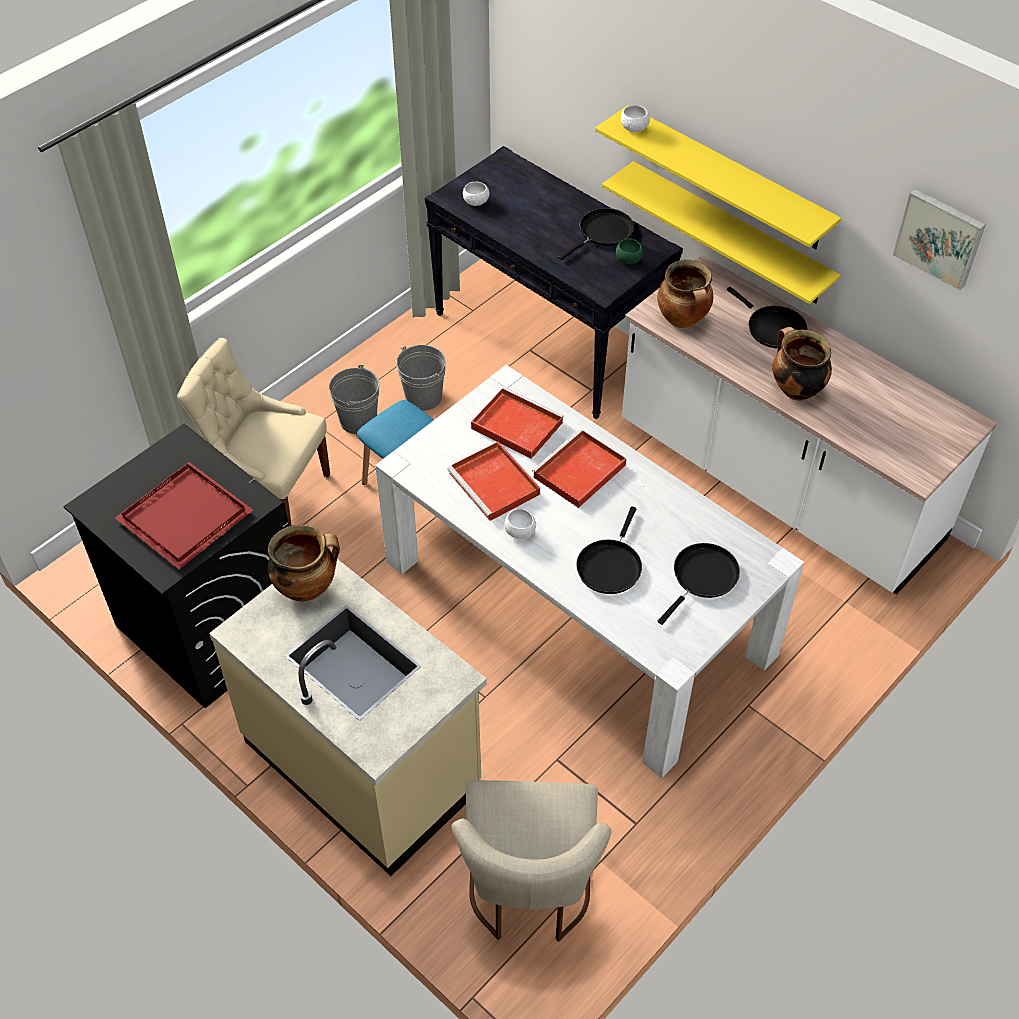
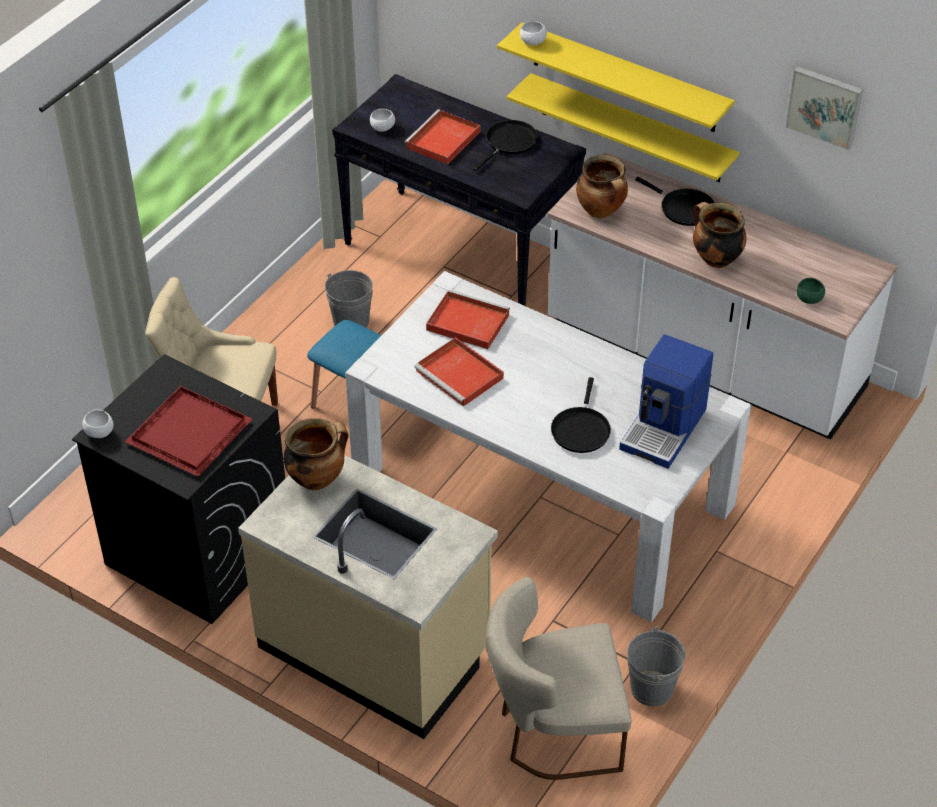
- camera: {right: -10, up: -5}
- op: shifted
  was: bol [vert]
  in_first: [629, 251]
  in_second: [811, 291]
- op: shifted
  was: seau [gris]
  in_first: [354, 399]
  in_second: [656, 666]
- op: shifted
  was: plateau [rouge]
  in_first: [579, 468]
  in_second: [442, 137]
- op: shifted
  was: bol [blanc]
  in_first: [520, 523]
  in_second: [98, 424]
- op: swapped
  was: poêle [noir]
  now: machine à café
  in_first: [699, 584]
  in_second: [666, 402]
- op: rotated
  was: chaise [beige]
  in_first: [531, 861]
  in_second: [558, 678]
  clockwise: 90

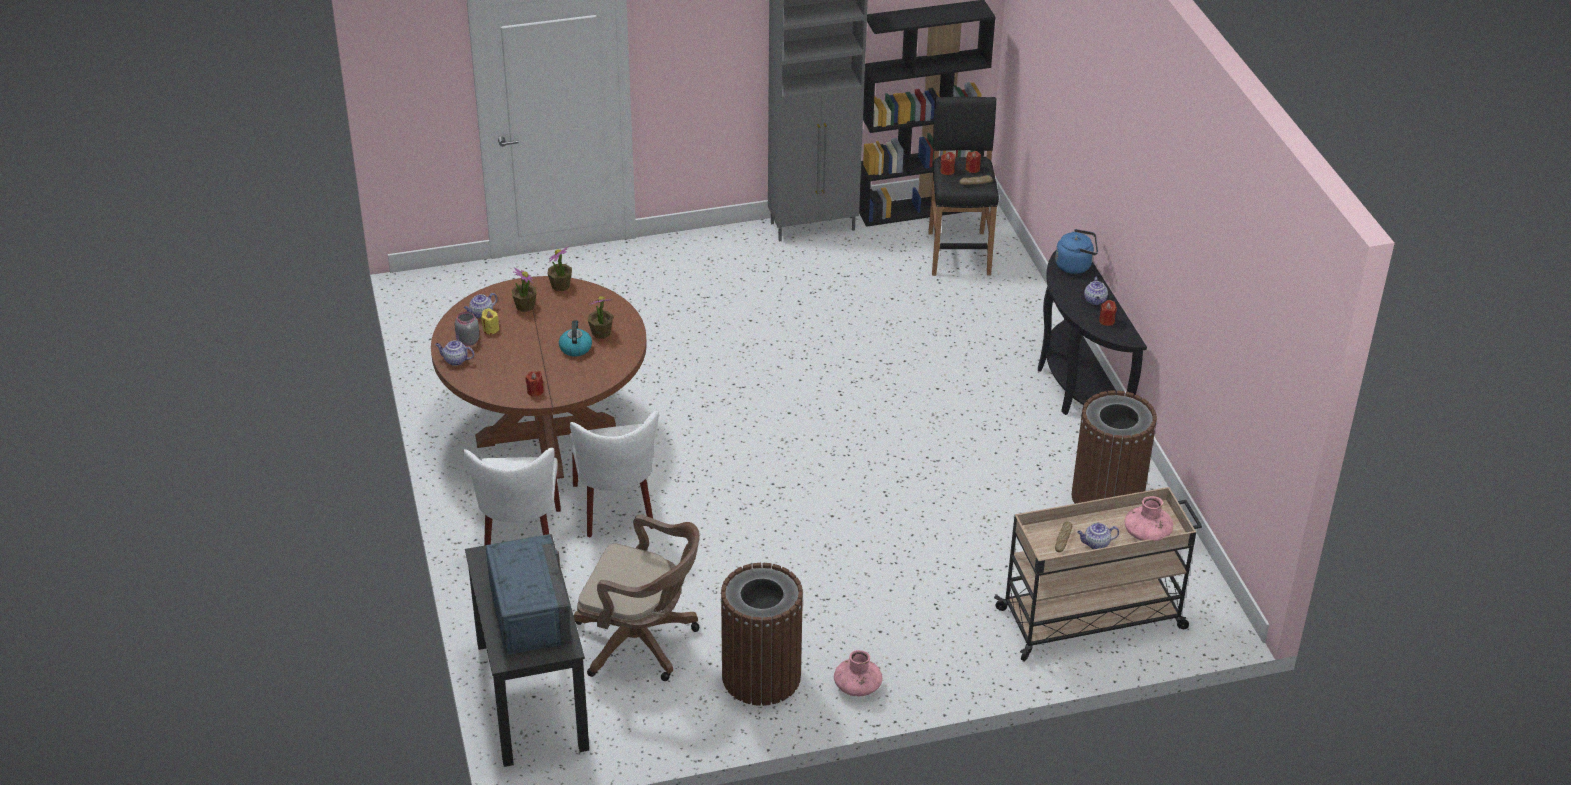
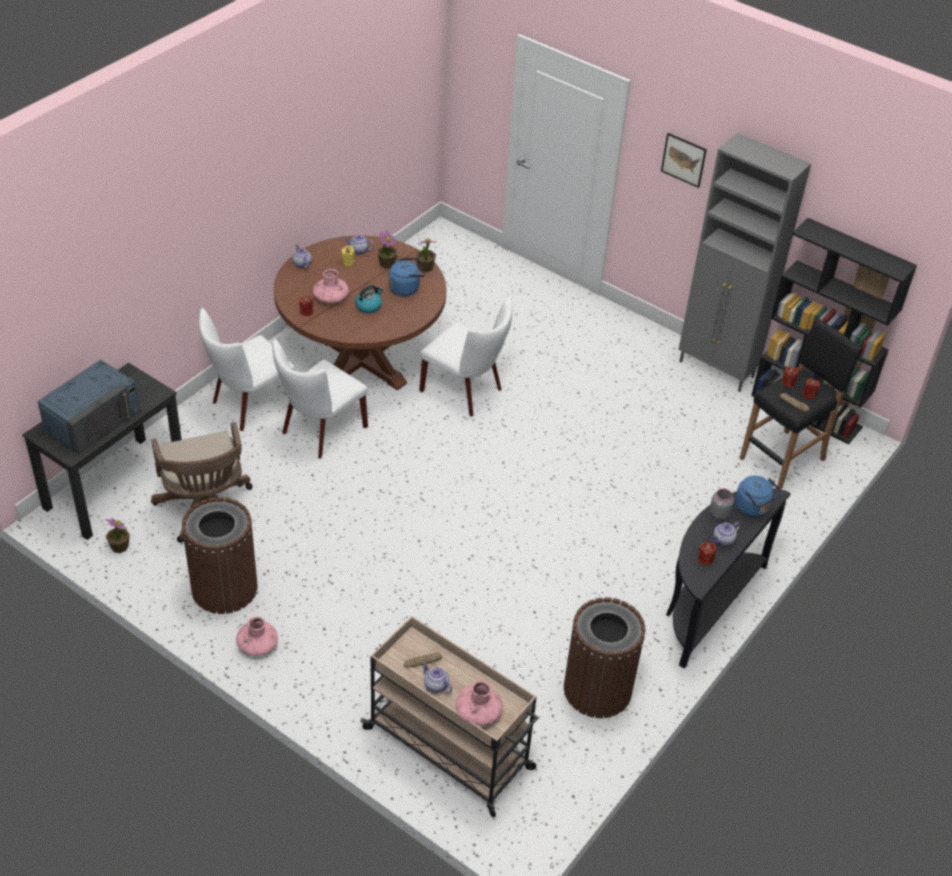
- camera: {right: 50, up: 5}
- op: shifted
  was: plante en pot
  in_first: [600, 317]
  in_second: [117, 535]
- op: shifted
  was: bocal [gris]
  in_first: [467, 328]
  in_second: [722, 504]
- op: new
  now: tableau
  in_second: [684, 160]
- op: new
  now: bouilloire [bleu]
  in_second: [406, 277]
- op: new
  now: vase [rose]
  in_second: [331, 286]
- op: new
  now: chaise [blanc]
  in_second: [465, 356]

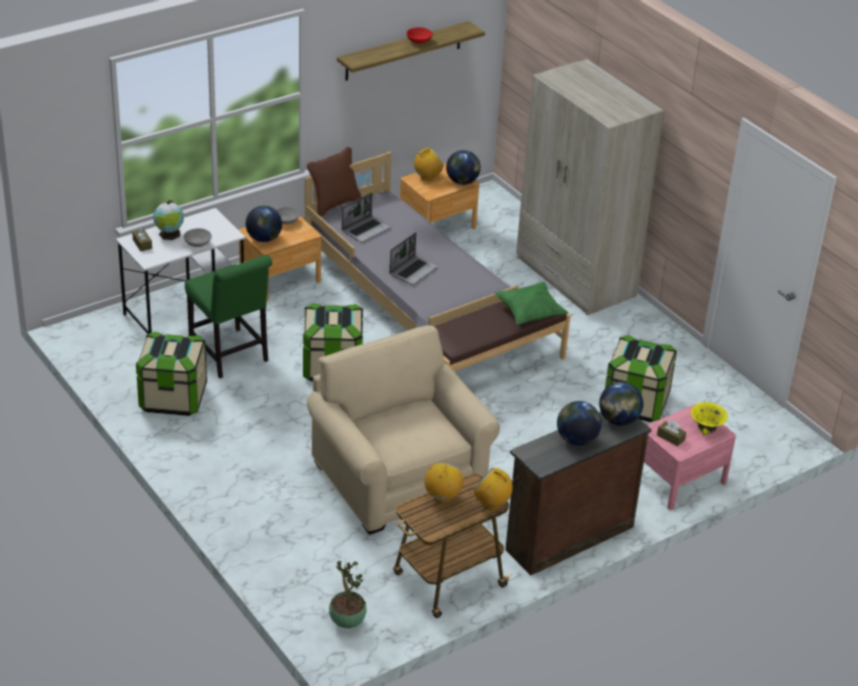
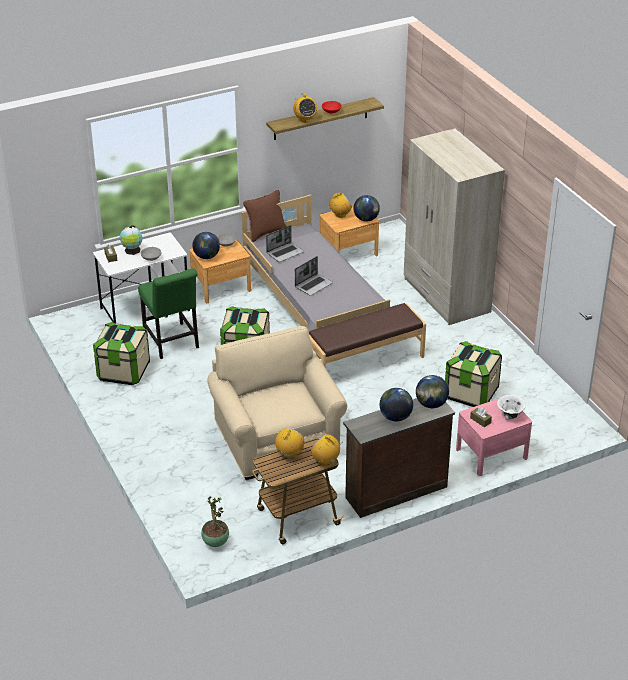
- camera: {right: 10, up: 0}
- op: gone
  was: coussin [vert]
  in_first: [531, 303]
- op: repainted
  was: bol [jaune]
  now: bol [blanc]
  in_first: [709, 418]
  in_second: [511, 407]
- op: new
  now: radio
  in_second: [305, 107]

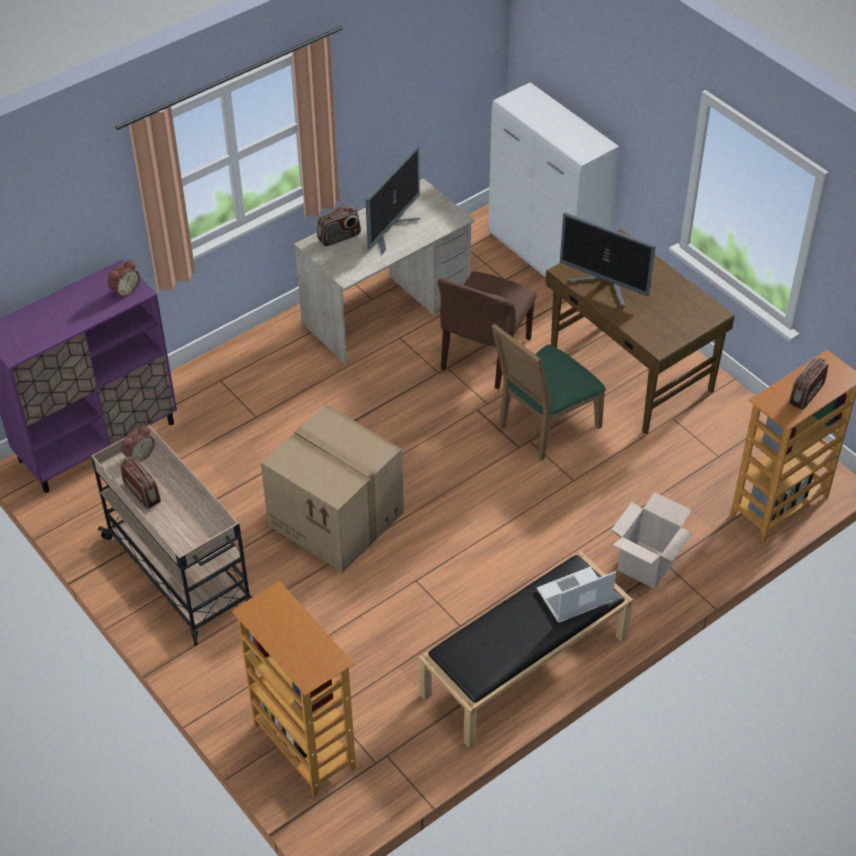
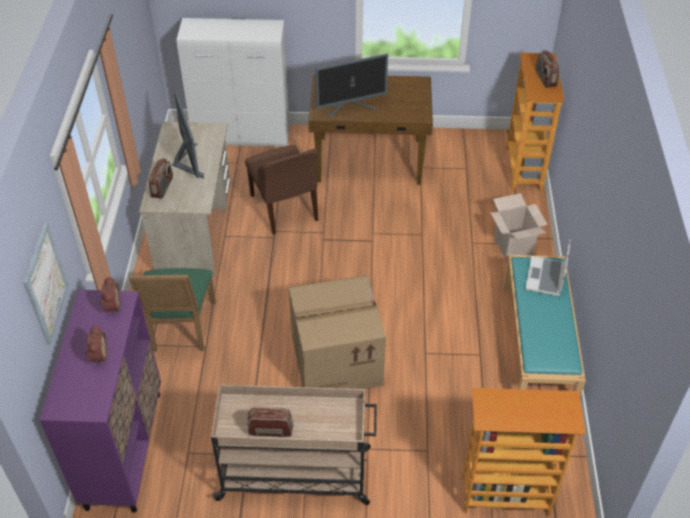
- camera: {right: -50, up: 0}
- op: shifted
  was: chaise [vert]
  in_first: [548, 392]
  in_second: [172, 310]
- op: shifted
  was: réveil
  in_first: [138, 443]
  in_second: [96, 345]
- op: repainted
  was: banc [noir]
  now: banc [turquoise]
  in_first: [526, 649]
  in_second: [544, 326]
- op: new
  now: tableau
  in_second: [46, 283]

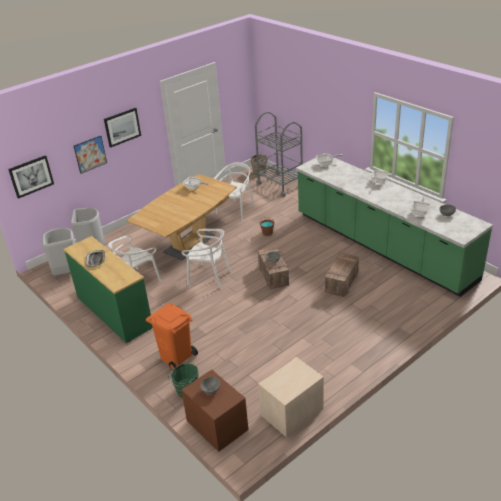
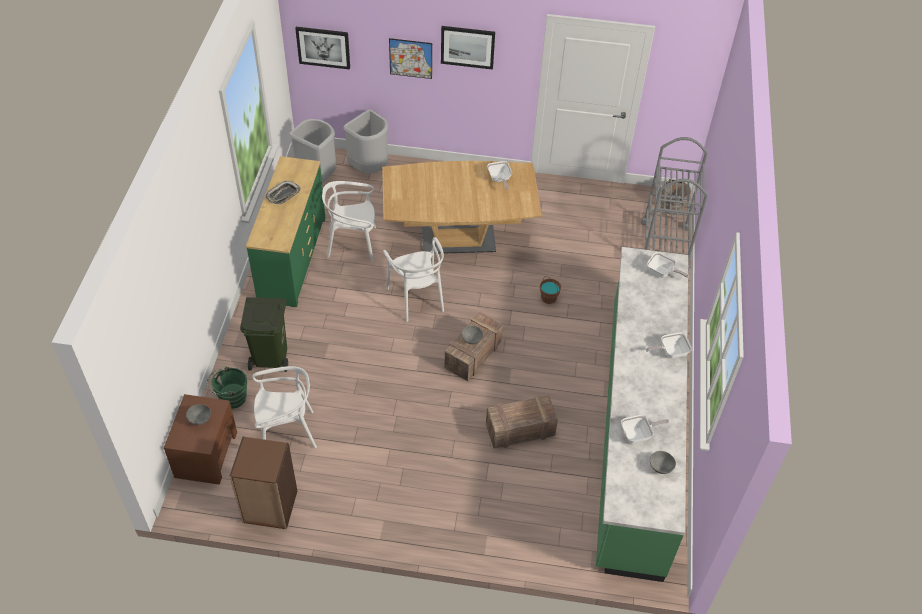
- camera: {right: 45, up: 15}
- op: shifted
  was: chaise [blanc]
  in_first: [234, 191]
  in_second: [284, 407]
- op: repainted
  was: poubelle [orange]
  now: poubelle [vert]
  in_first: [172, 336]
  in_second: [264, 334]
- op: swapped
  was: table de chevet [beige]
  now: bibliothèque [marron]
  in_first: [291, 397]
  in_second: [263, 483]

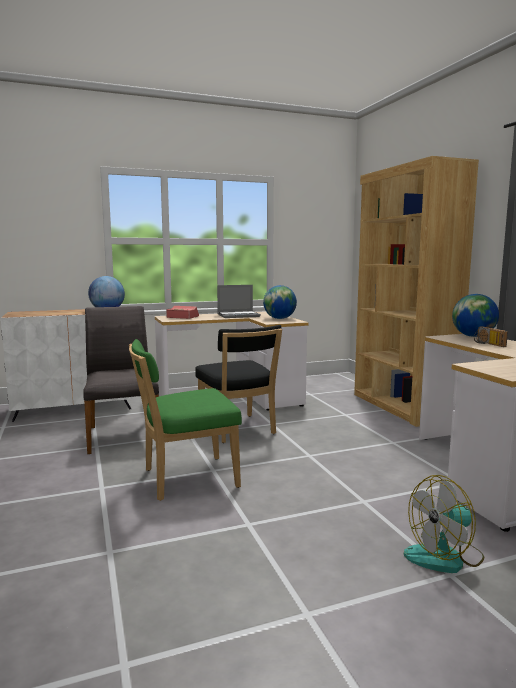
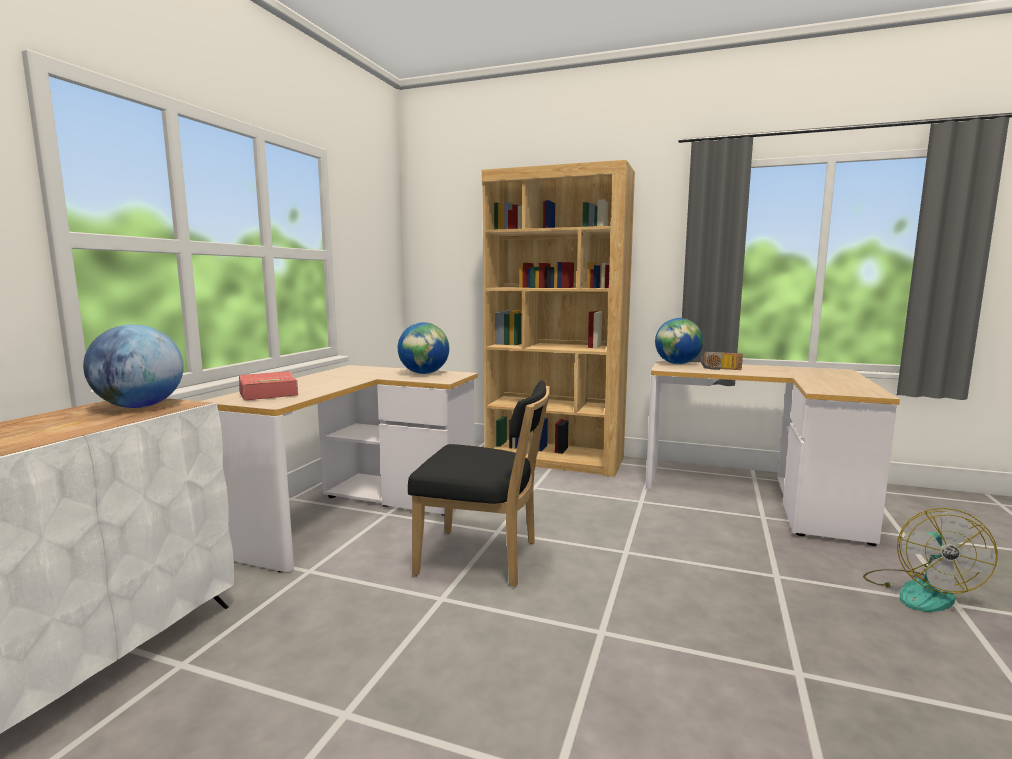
- camera: {right: -50, up: 0}
- op: gone
  was: ordinateur portable
  in_first: [239, 301]
- op: gone
  was: chaise [gris]
  in_first: [121, 380]
- op: gone
  was: chaise [vert]
  in_first: [185, 420]

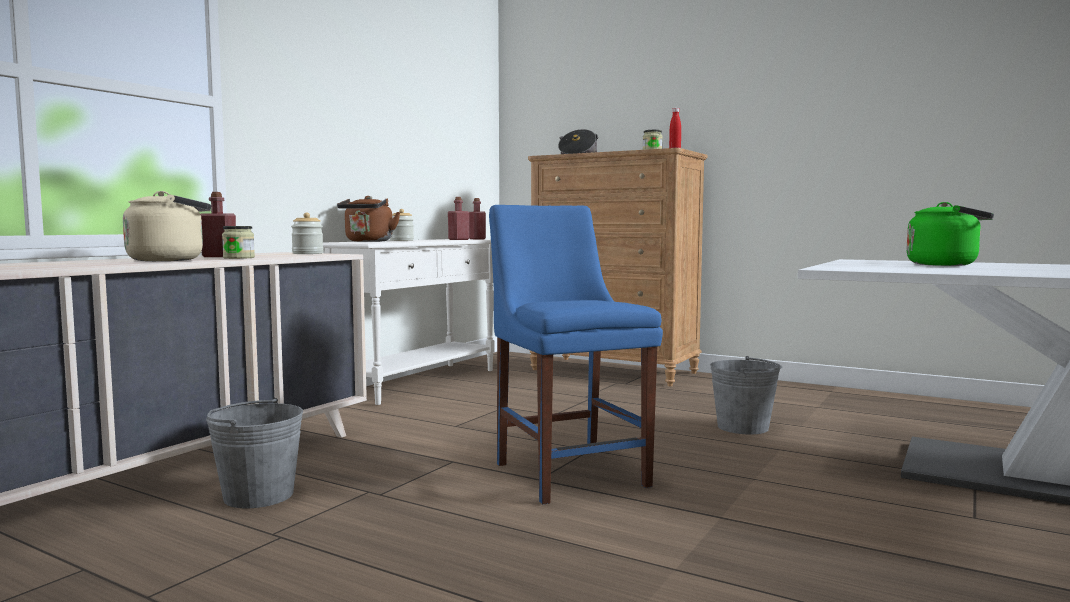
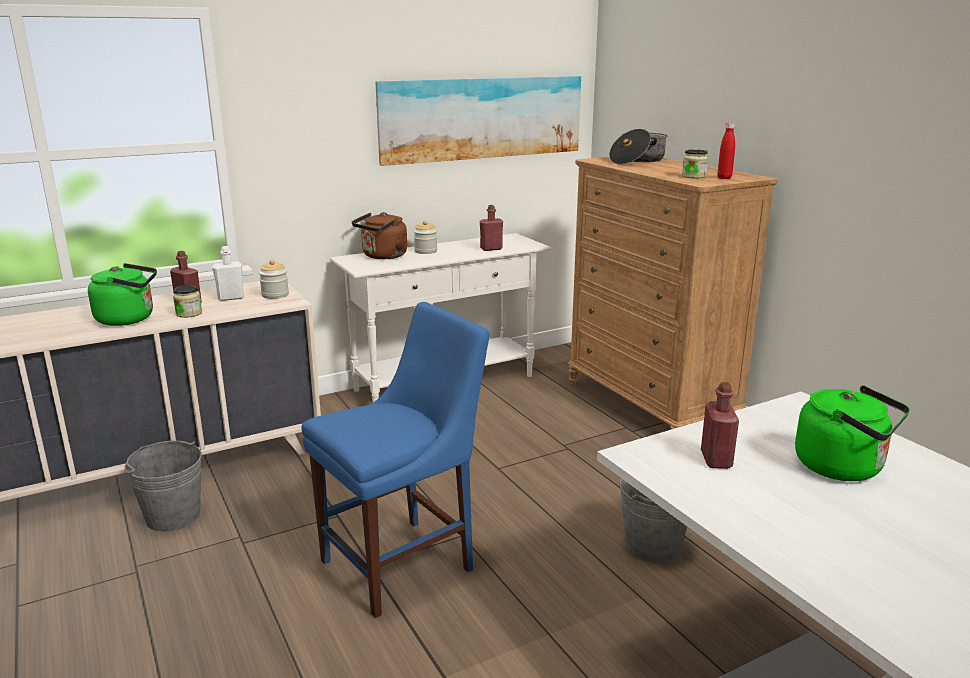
- camera: {right: 30, up: 15}
- op: repainted
  was: bouilloire [beige]
  now: bouilloire [vert]
  in_first: [167, 226]
  in_second: [122, 294]
- op: shifted
  was: bouteille [rouge]
  in_first: [477, 218]
  in_second: [720, 425]
- op: rotated
  was: chaise [bleu]
  in_first: [576, 354]
  in_second: [395, 460]
  clockwise: 45
- op: new
  now: tableau
  in_second: [478, 121]
- op: new
  now: bouteille [blanc]
  in_second: [228, 273]

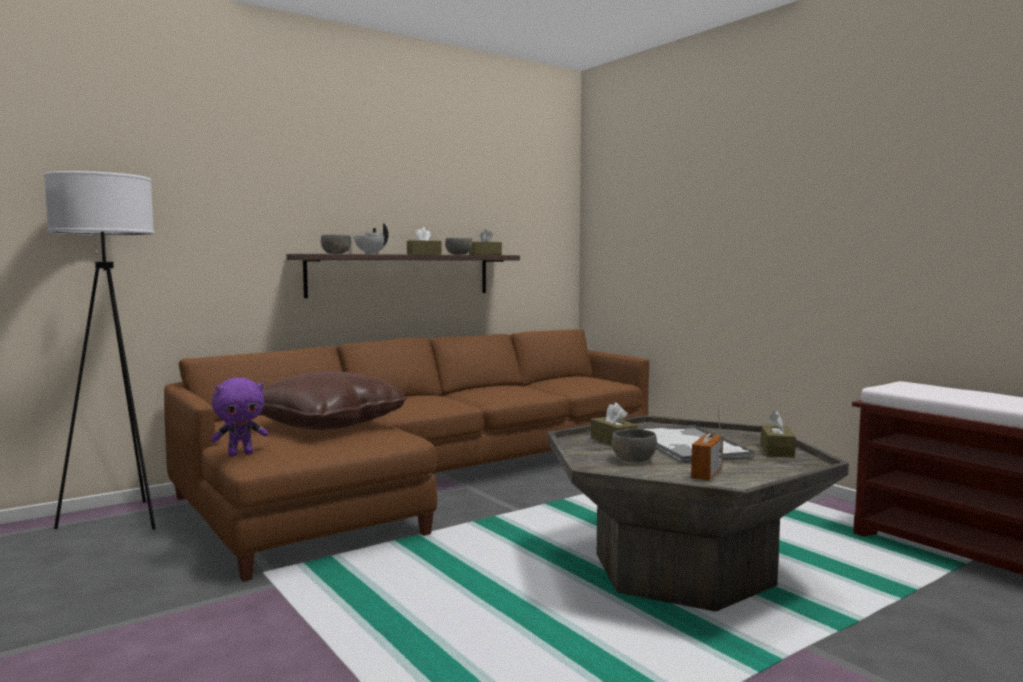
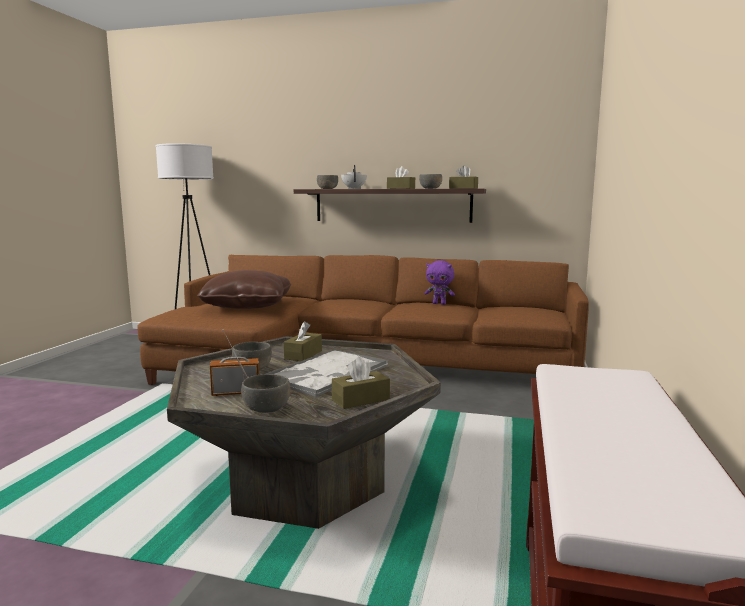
- camera: {right: 50, up: 5}
- op: shifted
  was: peluche [violet]
  in_first: [239, 417]
  in_second: [440, 282]
- op: new
  now: bol [gris]
  in_second: [266, 393]

